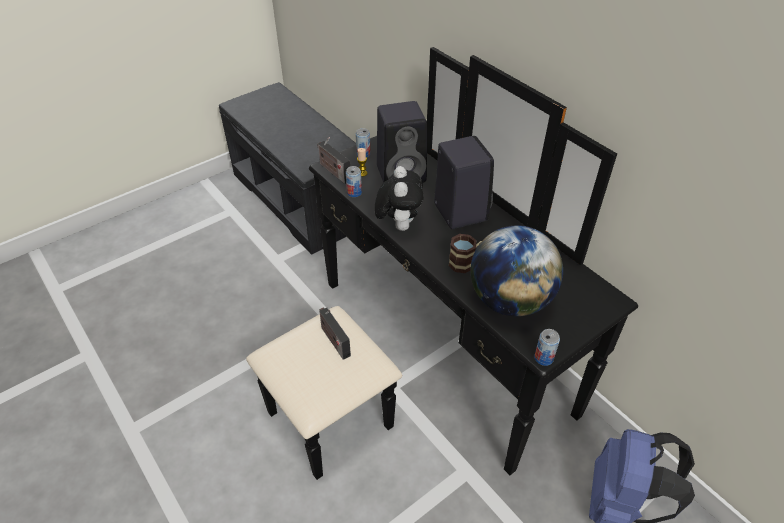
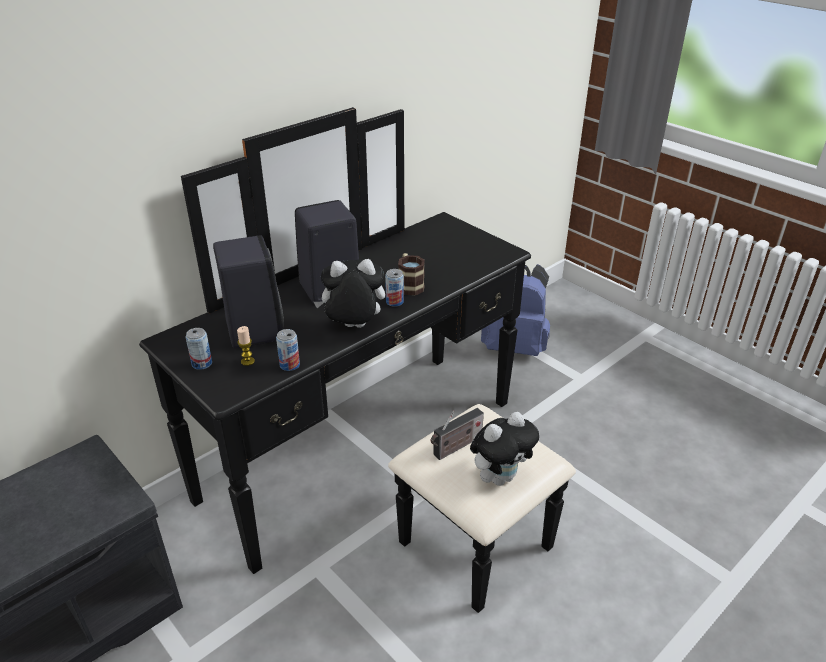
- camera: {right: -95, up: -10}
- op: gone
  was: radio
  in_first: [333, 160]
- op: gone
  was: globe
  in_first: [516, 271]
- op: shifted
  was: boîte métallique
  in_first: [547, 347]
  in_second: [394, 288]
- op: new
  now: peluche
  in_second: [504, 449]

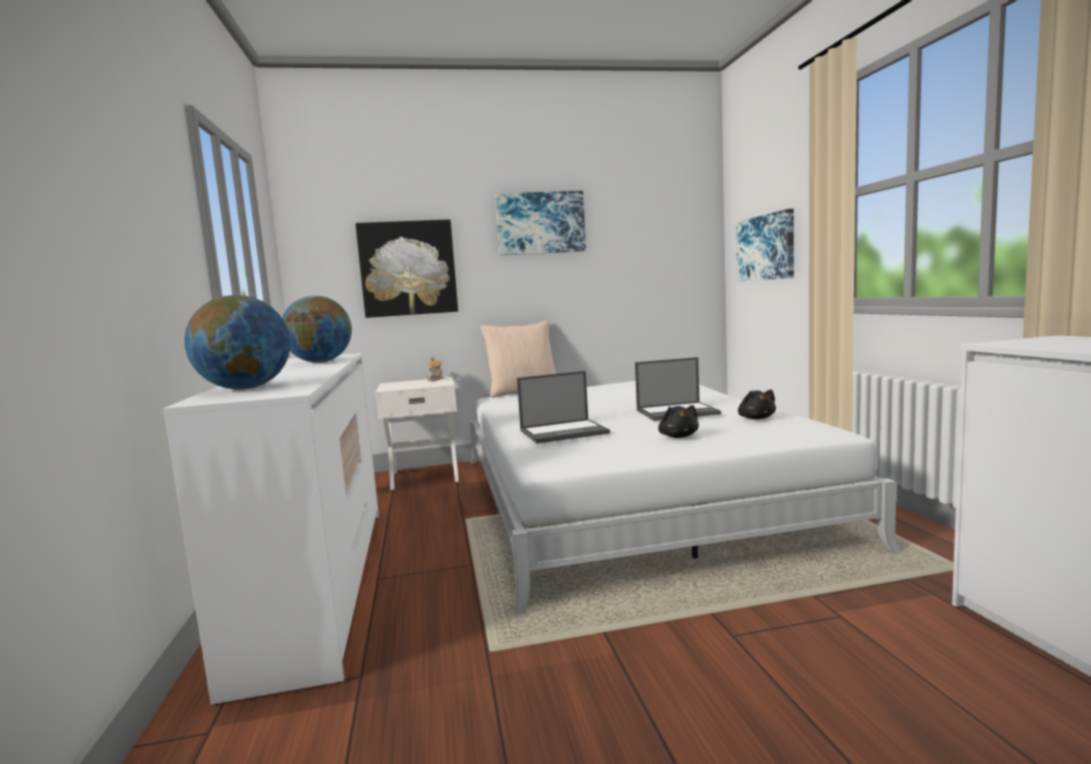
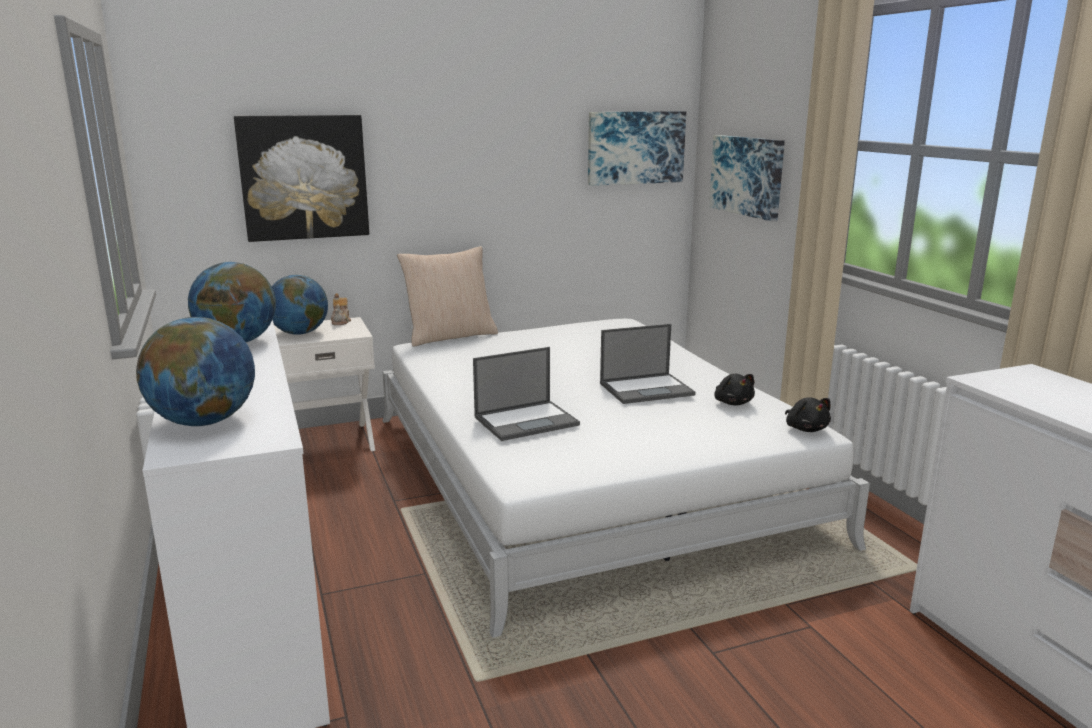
- camera: {right: -10, up: 10}
- op: shifted
  was: tableau
  in_first: [540, 223]
  in_second: [637, 148]
- op: shifted
  was: peluche [noir]
  in_first: [678, 421]
  in_second: [808, 414]
- op: new
  now: globe
  in_second: [300, 305]

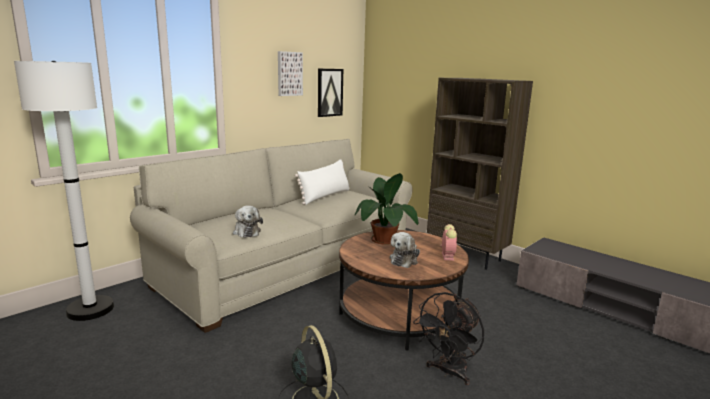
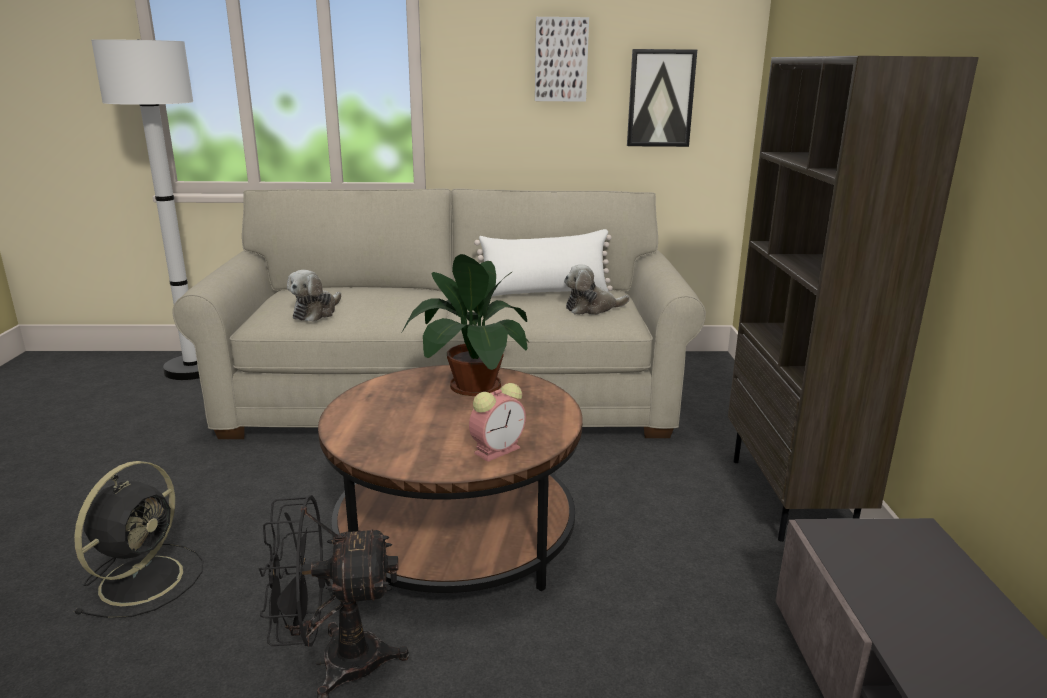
- camera: {right: 45, up: 5}
- op: shifted
  was: peluche
  in_first: [405, 250]
  in_second: [597, 289]

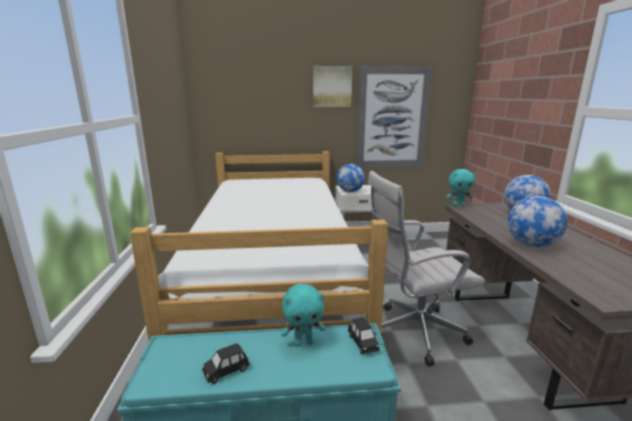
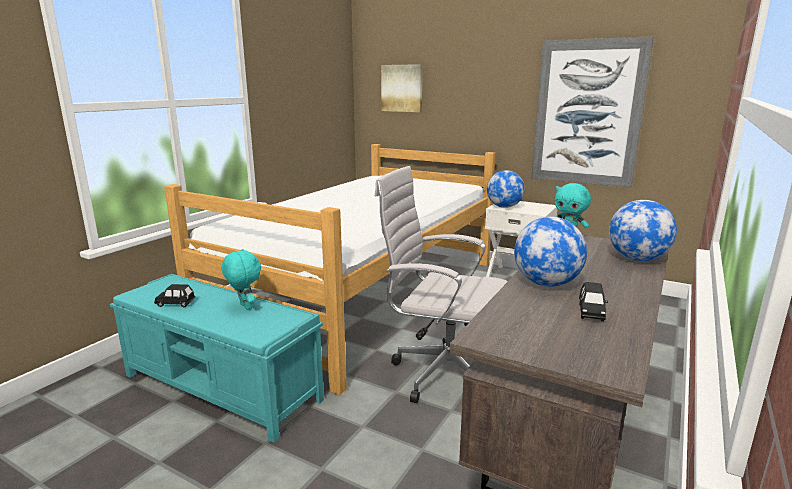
- camera: {right: 35, up: 0}
- op: shifted
  was: tableau
  in_first: [332, 86]
  in_second: [402, 88]
- op: rotated
  was: peluche [turquoise]
  in_first: [303, 315]
  in_second: [241, 279]
  clockwise: -150
- op: shifted
  was: petite voiture [noir]
  in_first: [364, 335]
  in_second: [593, 301]

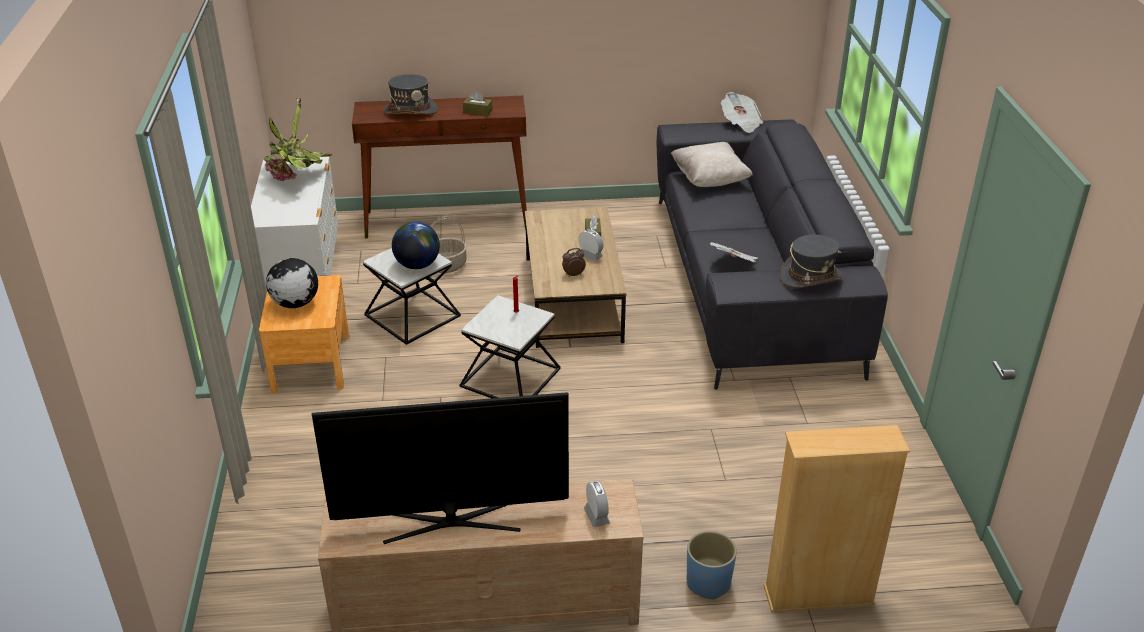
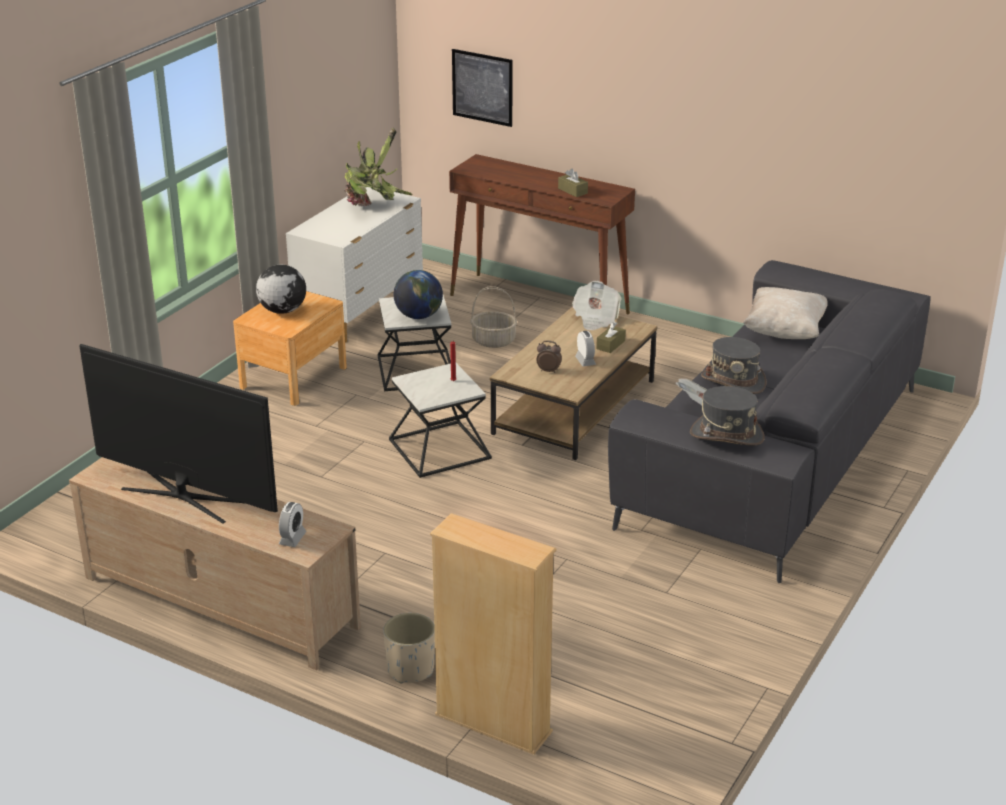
- camera: {right: 35, up: -5}
- op: shifted
  was: chapeau [gris]
  in_first: [411, 94]
  in_second: [733, 365]
- op: shifted
  was: journal
  in_first: [742, 112]
  in_second: [596, 305]
- op: repainted
  was: cache-pot [bleu]
  now: cache-pot [beige]
  in_first: [712, 565]
  in_second: [409, 648]
- op: new
  now: tableau
  in_second: [482, 88]

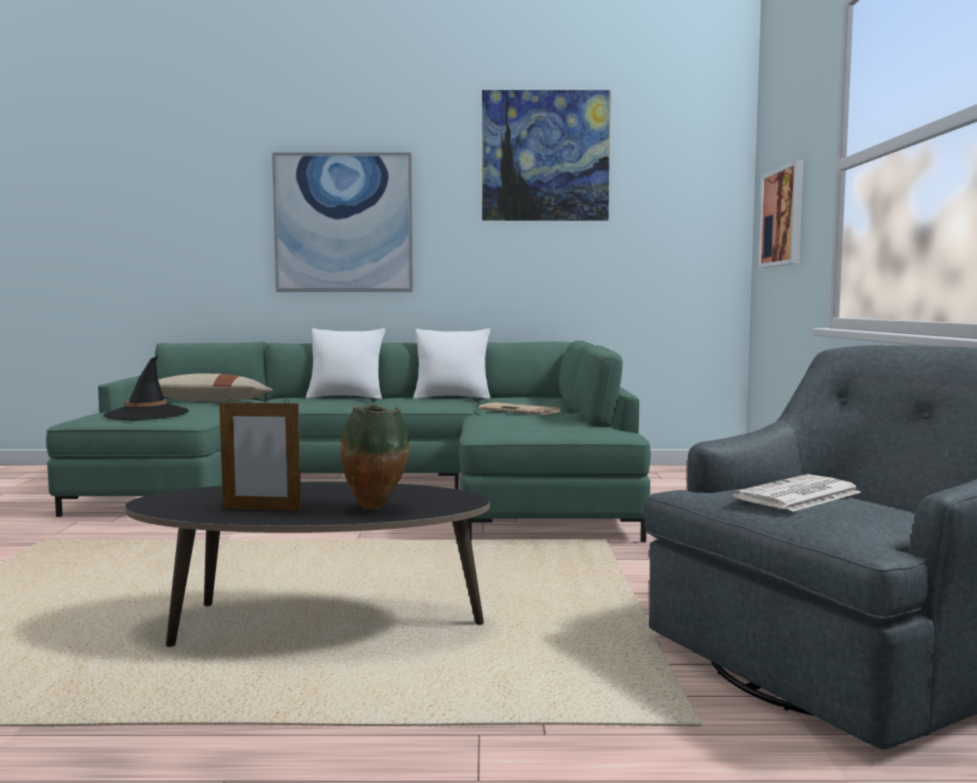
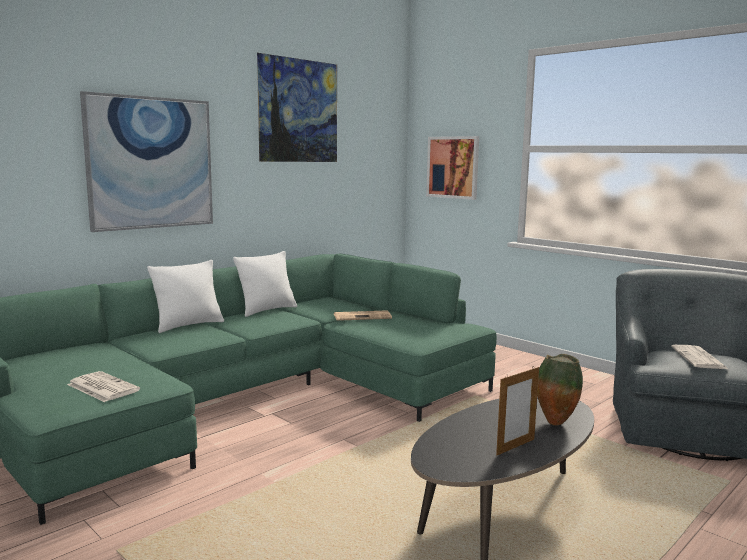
- camera: {right: -45, up: 5}
- op: swapped
  was: chapeau [noir]
  now: journal
  in_first: [146, 387]
  in_second: [103, 386]
- op: gone
  was: coussin [beige]
  in_first: [215, 387]

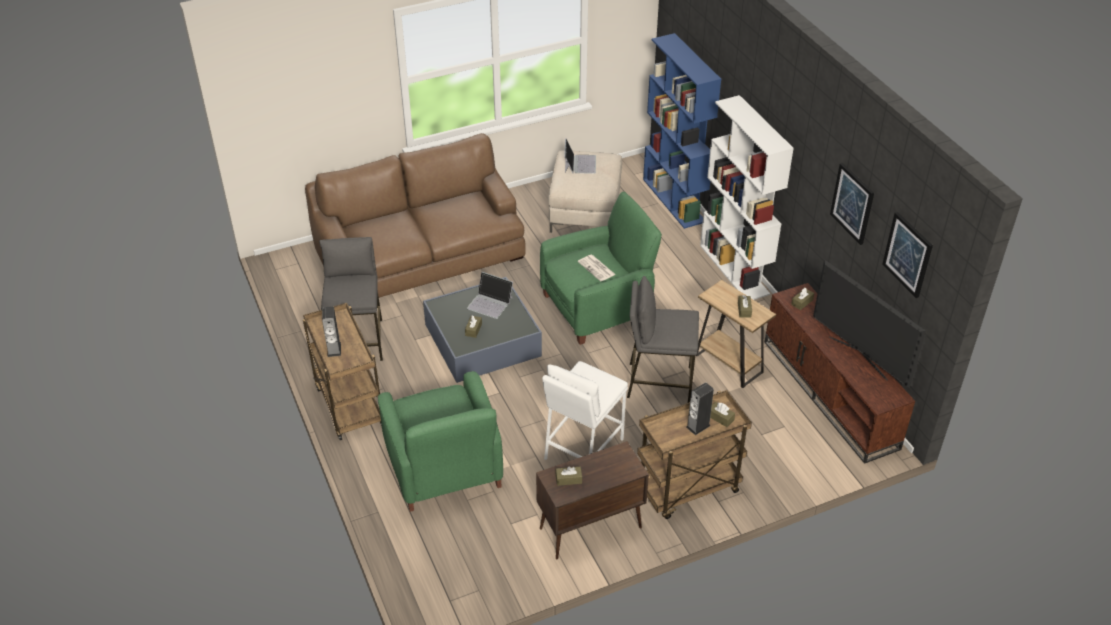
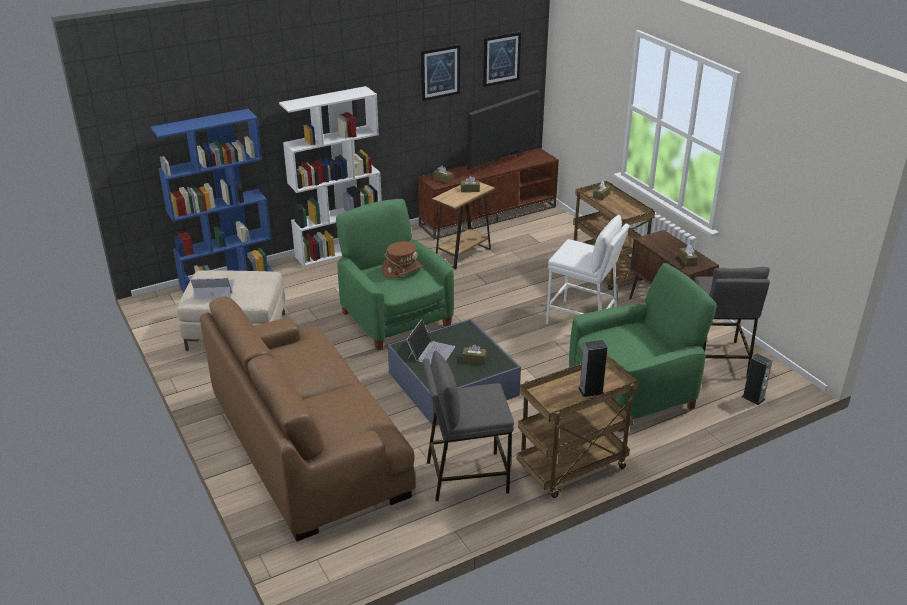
- camera: {right: -95, up: -10}
- op: swapped
  was: journal
  now: chapeau [marron]
  in_first: [597, 268]
  in_second: [402, 259]
- op: shifted
  was: tabouret [gris]
  in_first: [663, 339]
  in_second: [732, 322]
- op: shifted
  was: enceinte
  in_first: [700, 408]
  in_second: [757, 379]

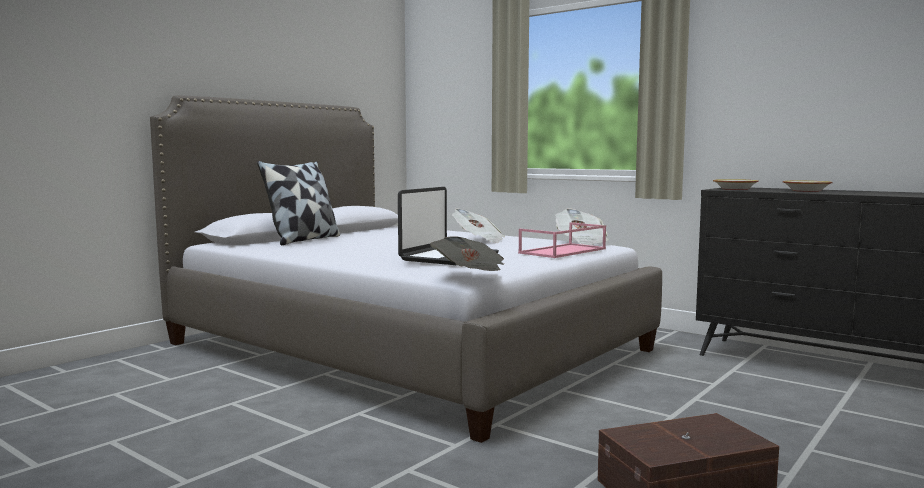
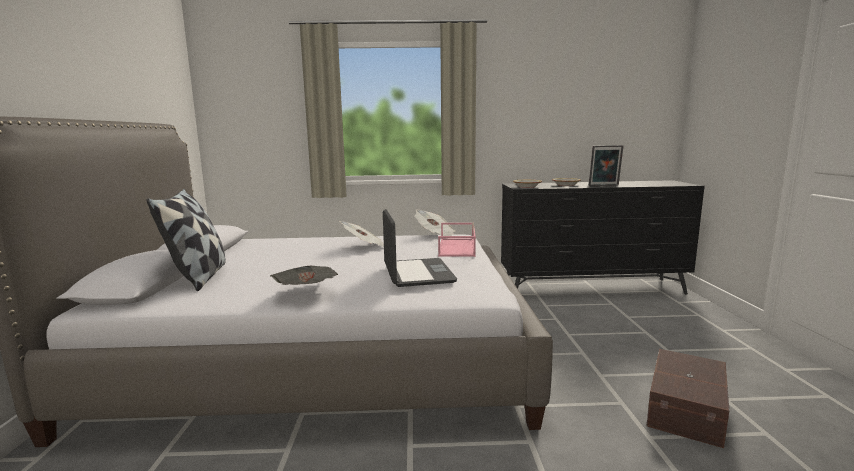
- camera: {right: -40, up: 5}
- op: shifted
  was: journal
  in_first: [467, 253]
  in_second: [304, 275]
- op: new
  now: cadre photo
  in_second: [606, 165]

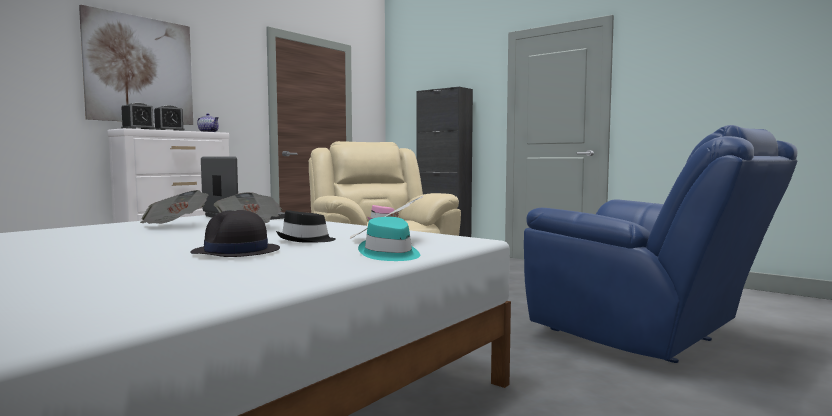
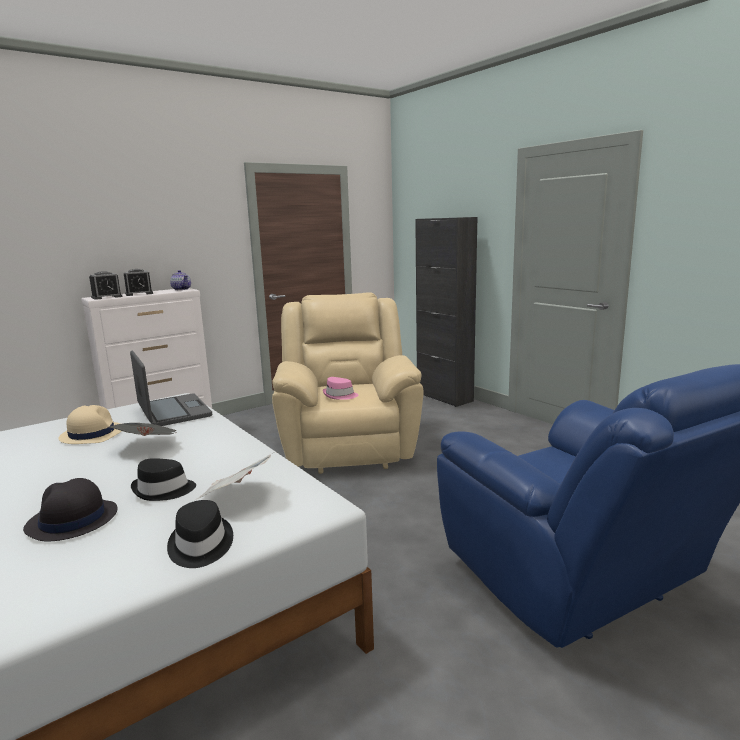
- camera: {right: 15, up: 10}
- op: gone
  was: tableau
  in_first: [136, 65]
- op: swapped
  was: journal
  now: chapeau [beige]
  in_first: [174, 207]
  in_second: [90, 424]
- op: repainted
  was: chapeau [turquoise]
  now: chapeau [noir]
  in_first: [389, 239]
  in_second: [200, 534]

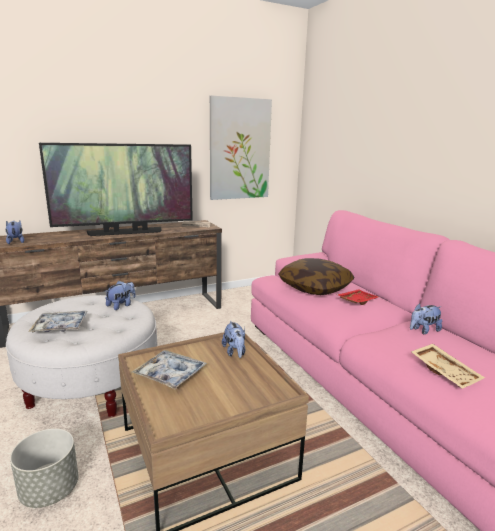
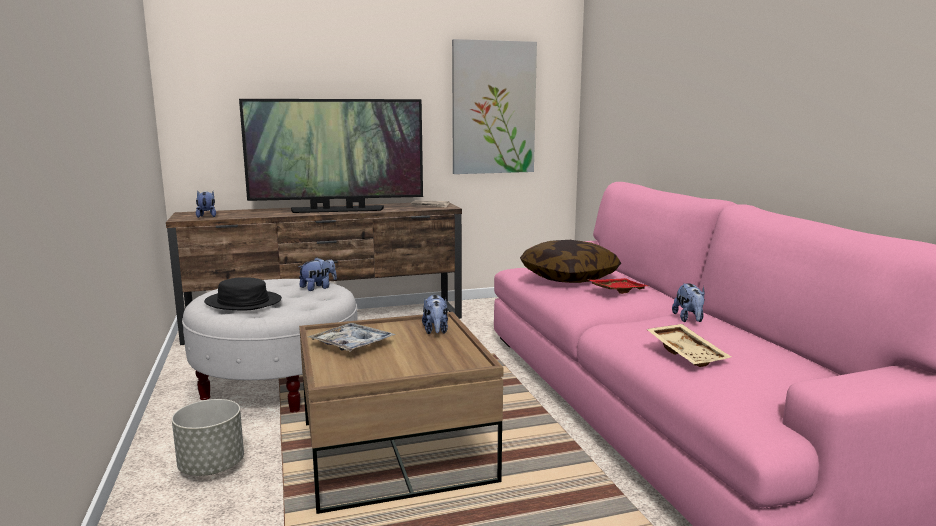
- camera: {right: 10, up: -5}
- op: rotated
  was: peluche
  in_first: [426, 318]
  in_second: [688, 302]
  clockwise: -75
- op: swapped
  was: plateau
  now: chapeau [noir]
  in_first: [58, 321]
  in_second: [243, 294]

